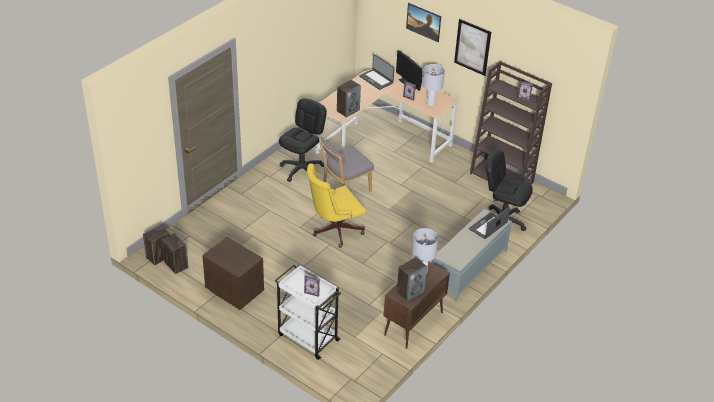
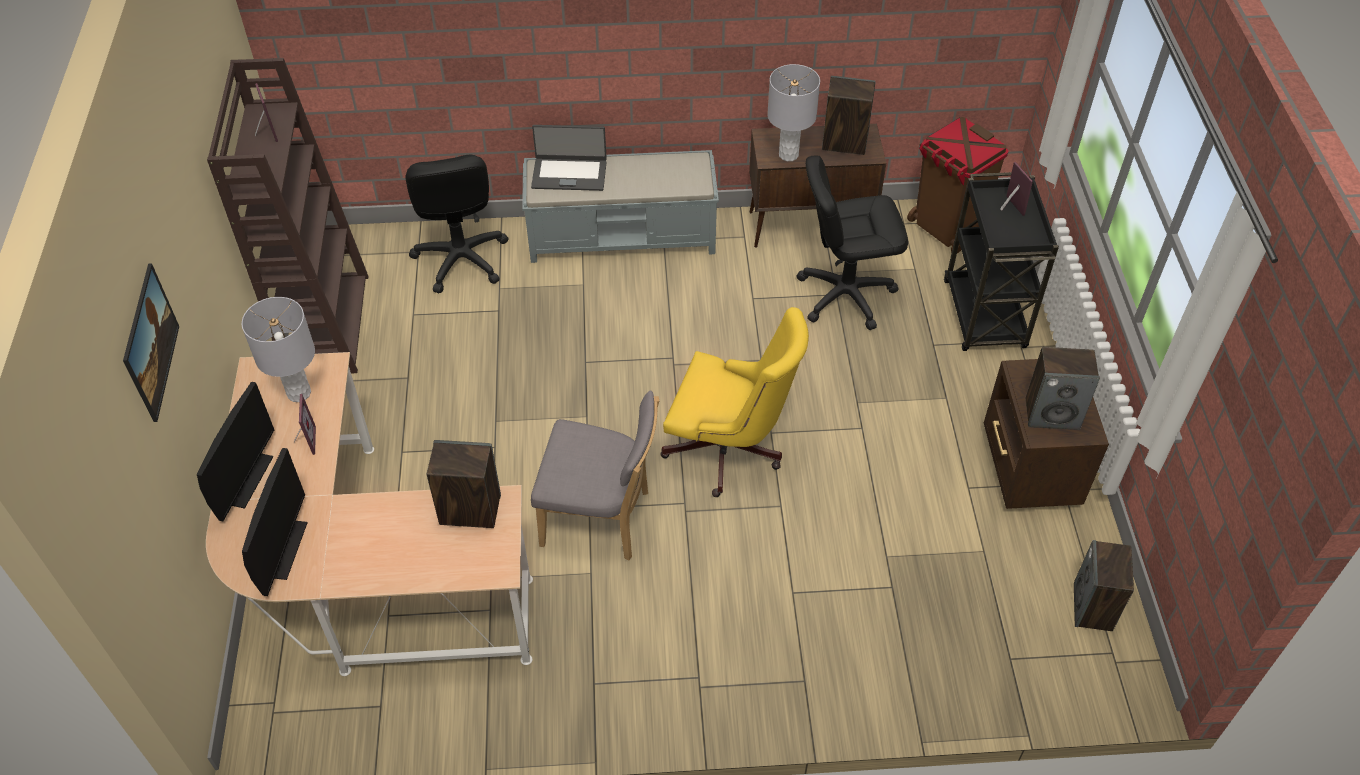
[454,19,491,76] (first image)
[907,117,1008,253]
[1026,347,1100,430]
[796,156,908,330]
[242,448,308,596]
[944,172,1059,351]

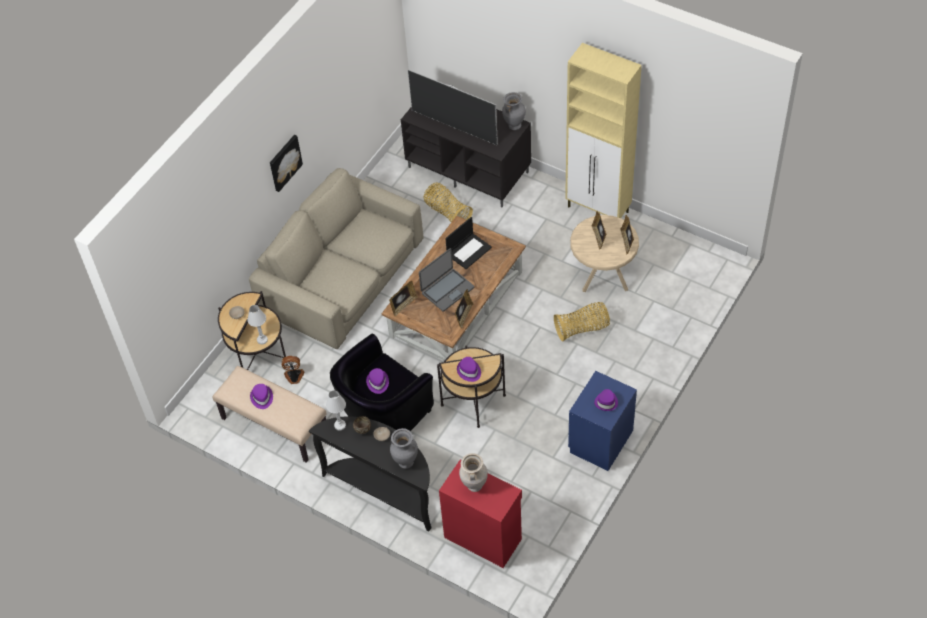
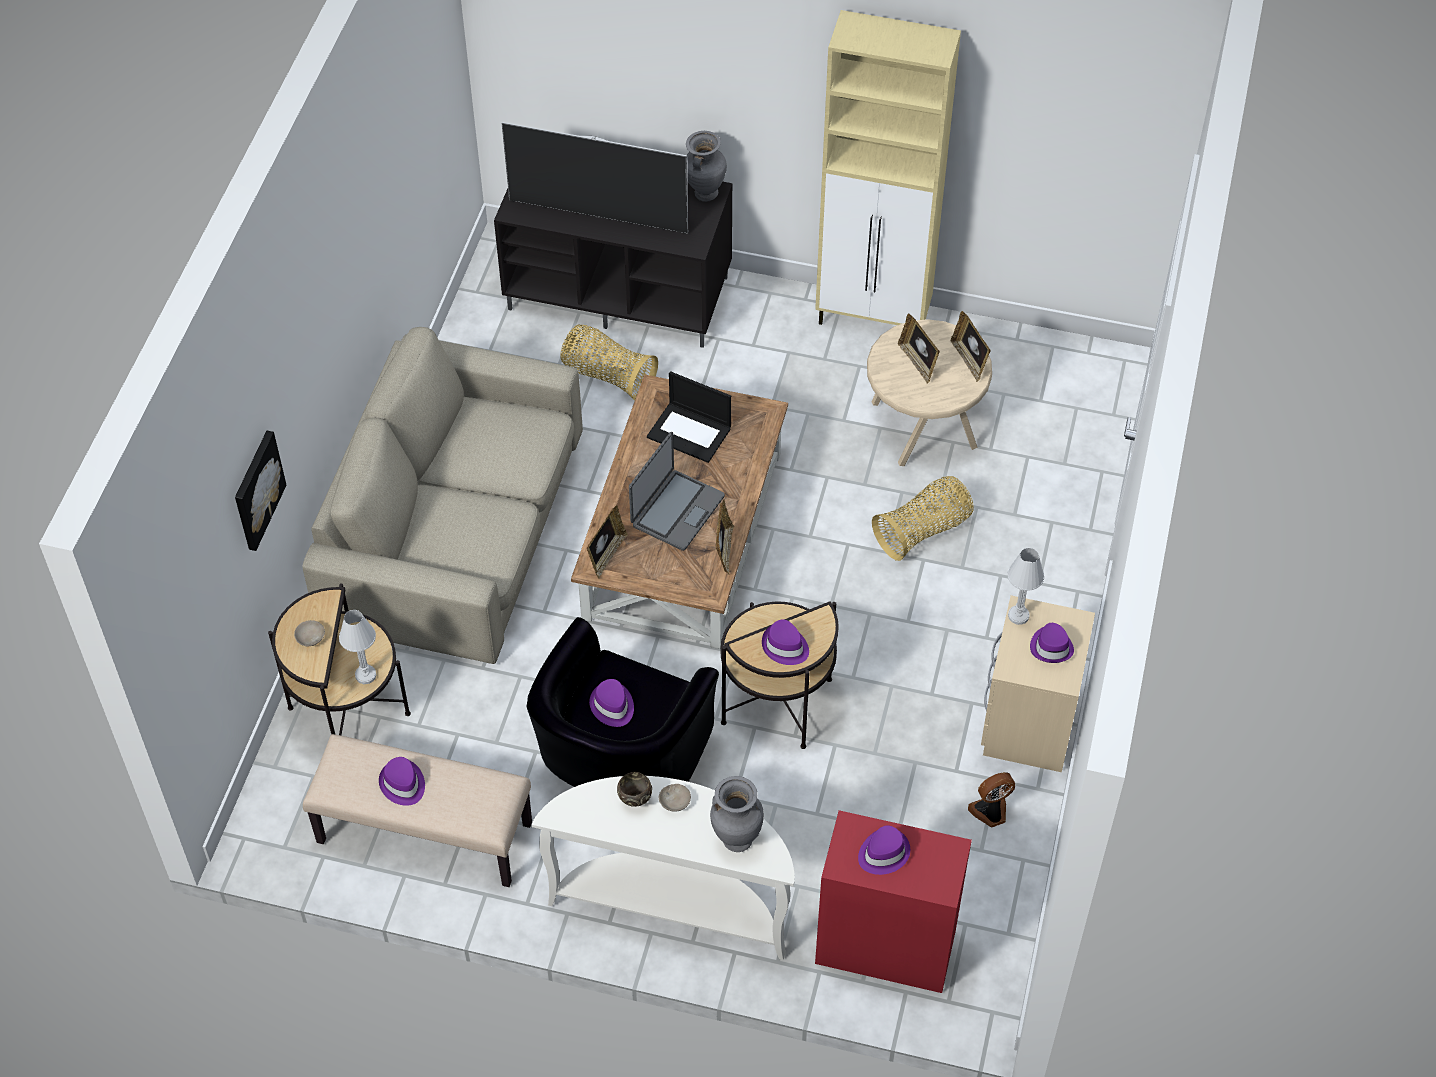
[235,431,286,551]
[968,772,1015,827]
[1007,548,1044,625]
[858,825,910,875]
[532,776,795,960]
[981,595,1095,772]
[647,371,731,463]

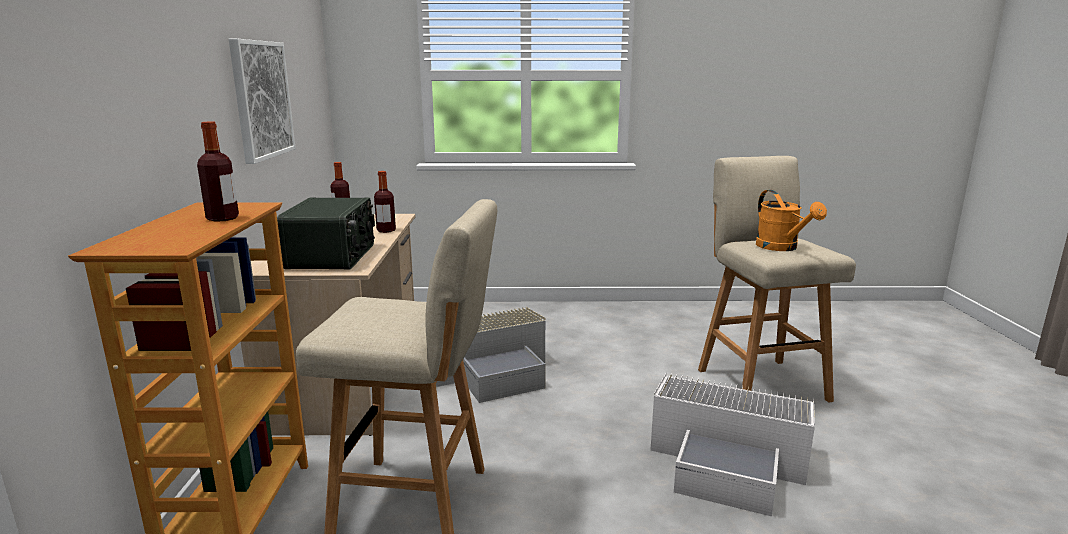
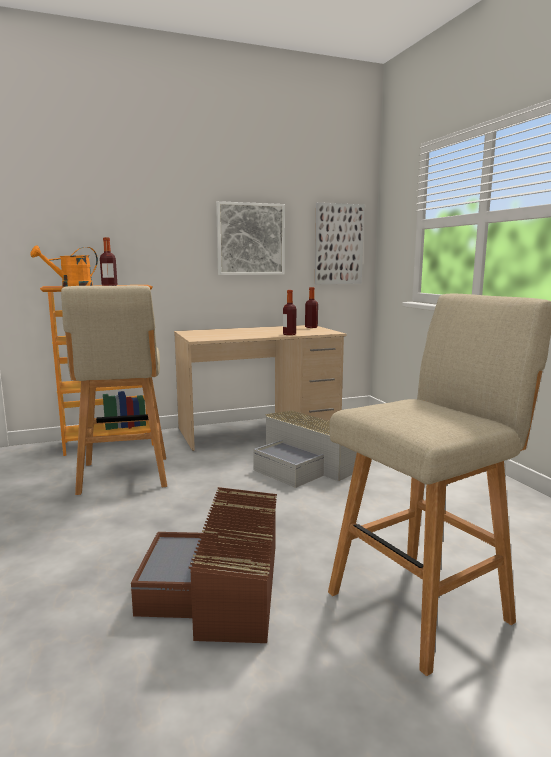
[277,197,375,270] (first image)
[315,203,364,284]
[30,245,98,287]
[131,487,277,643]

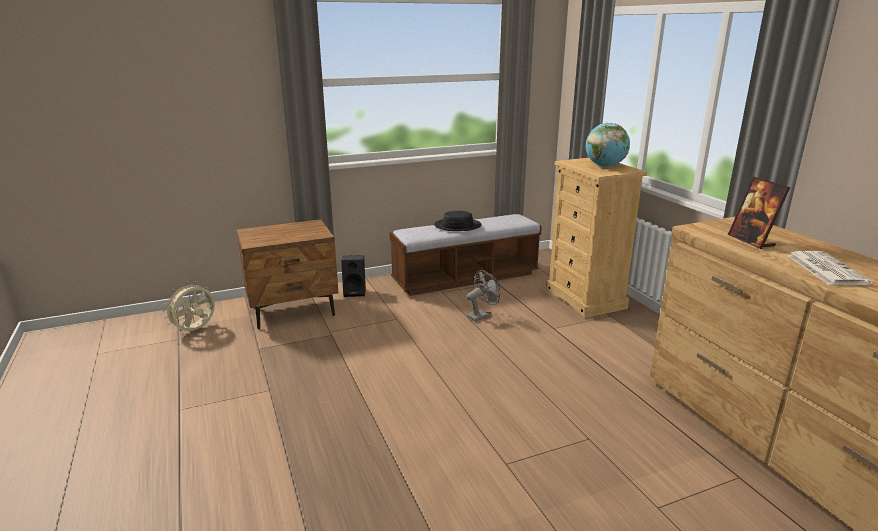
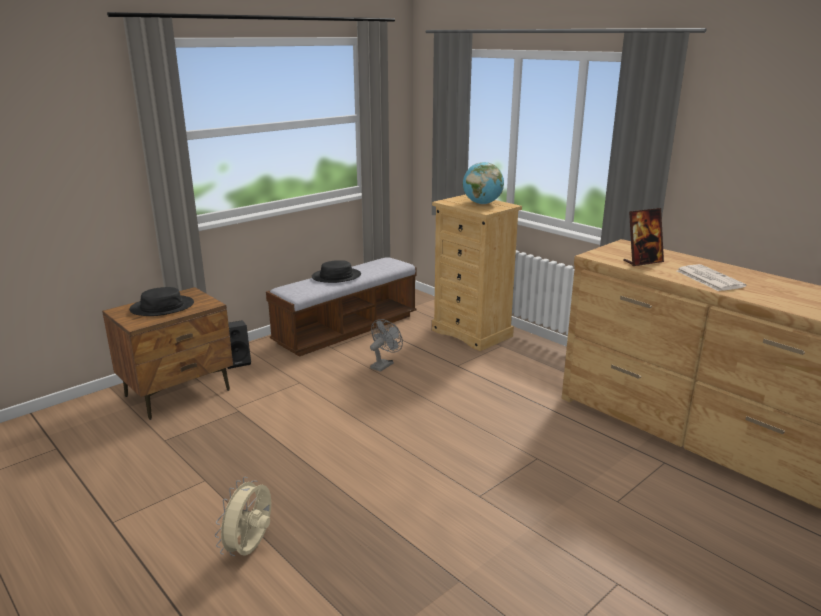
[129,287,194,316]
[215,477,271,556]
[623,208,664,266]

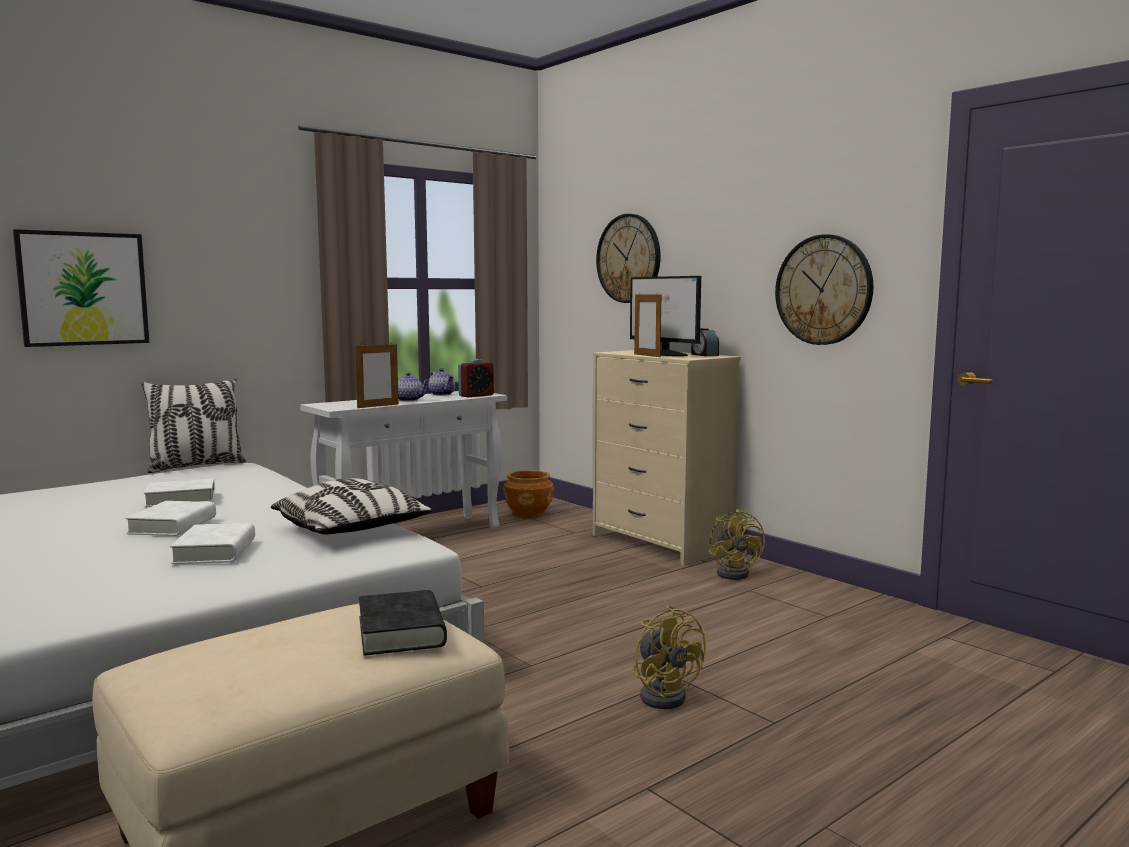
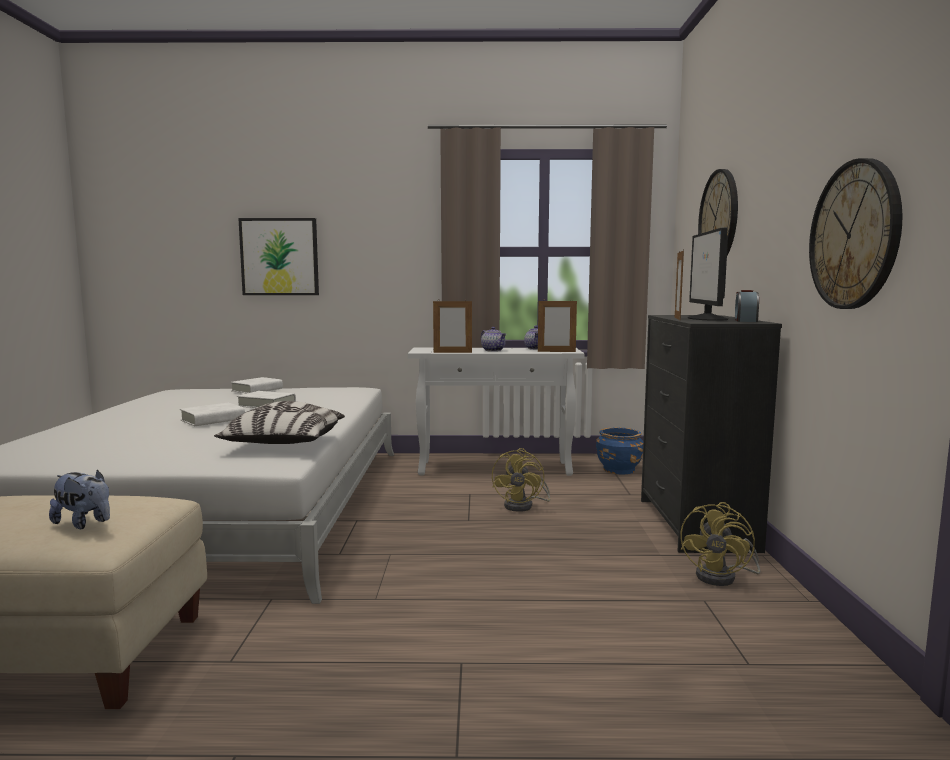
[142,379,246,473] (first image)
[231,377,283,394]
[492,448,550,512]
[49,469,110,529]
[538,299,577,352]
[596,427,643,474]
[641,315,782,553]

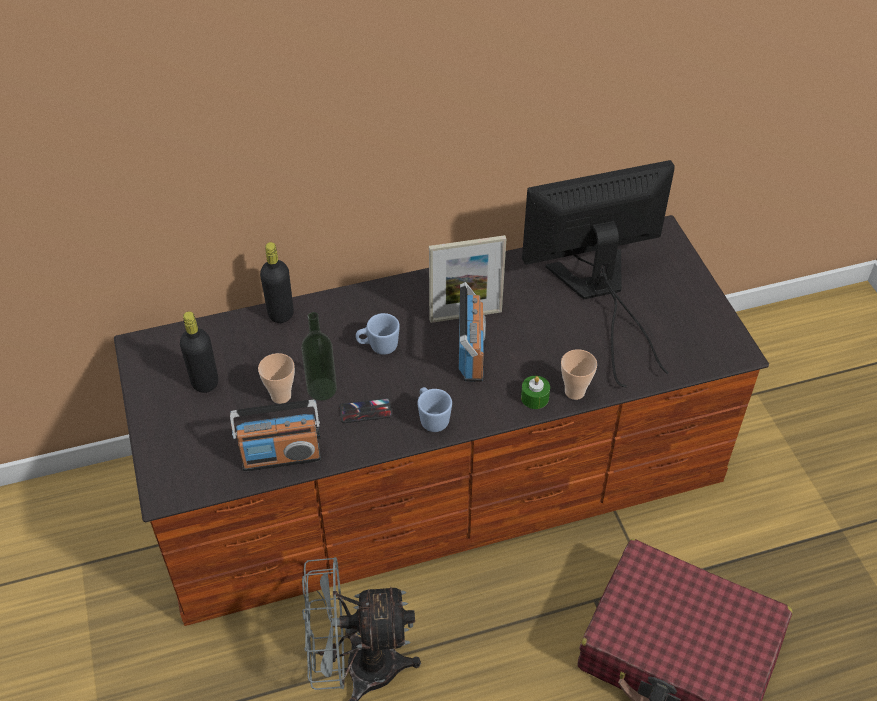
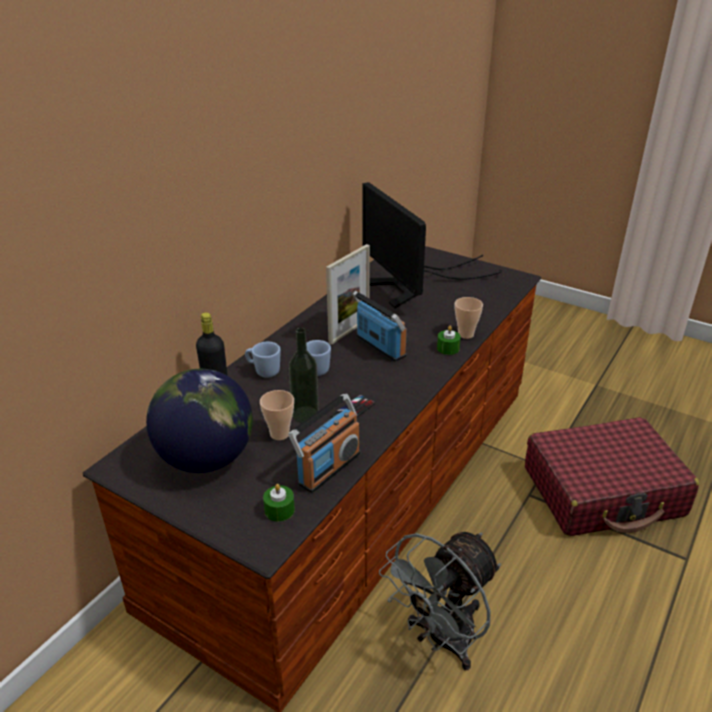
[263,484,295,522]
[245,342,281,378]
[146,369,253,473]
[363,182,502,309]

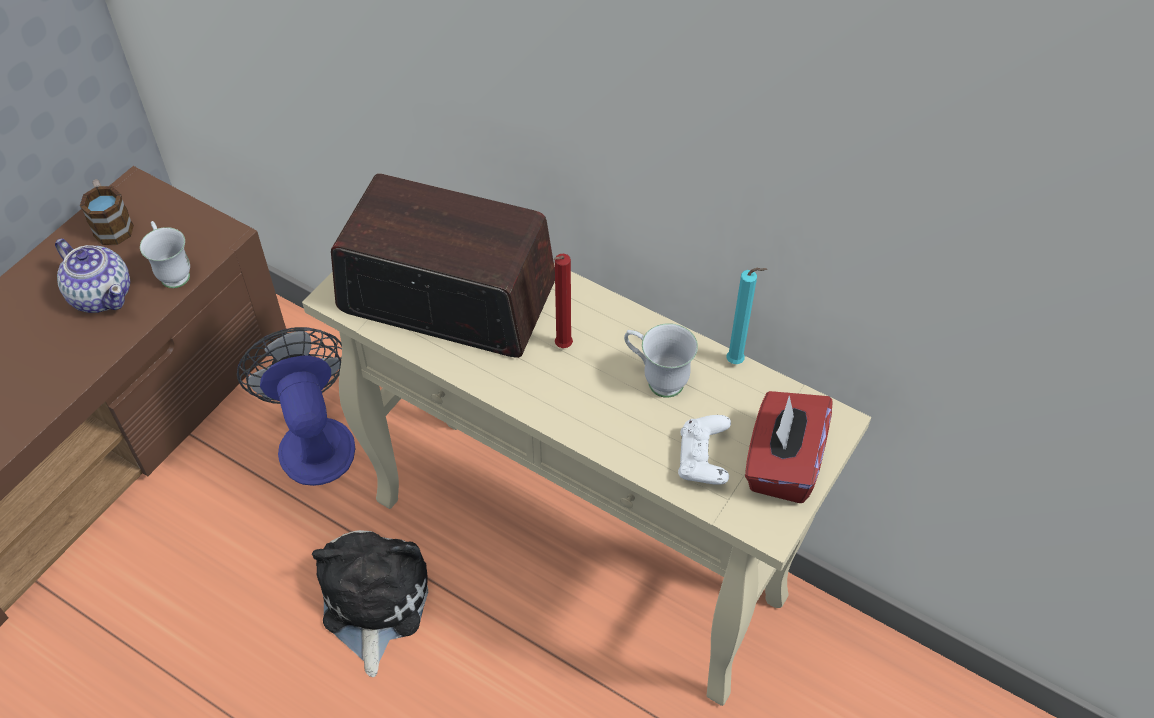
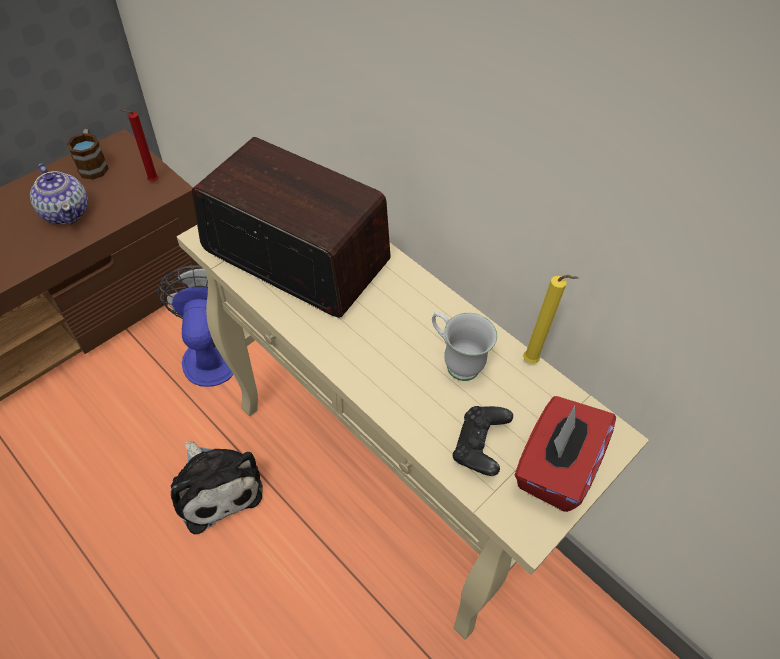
[140,221,190,288] (first image)
[122,110,158,182]
[453,406,513,476]
[523,275,578,364]
[171,441,263,534]

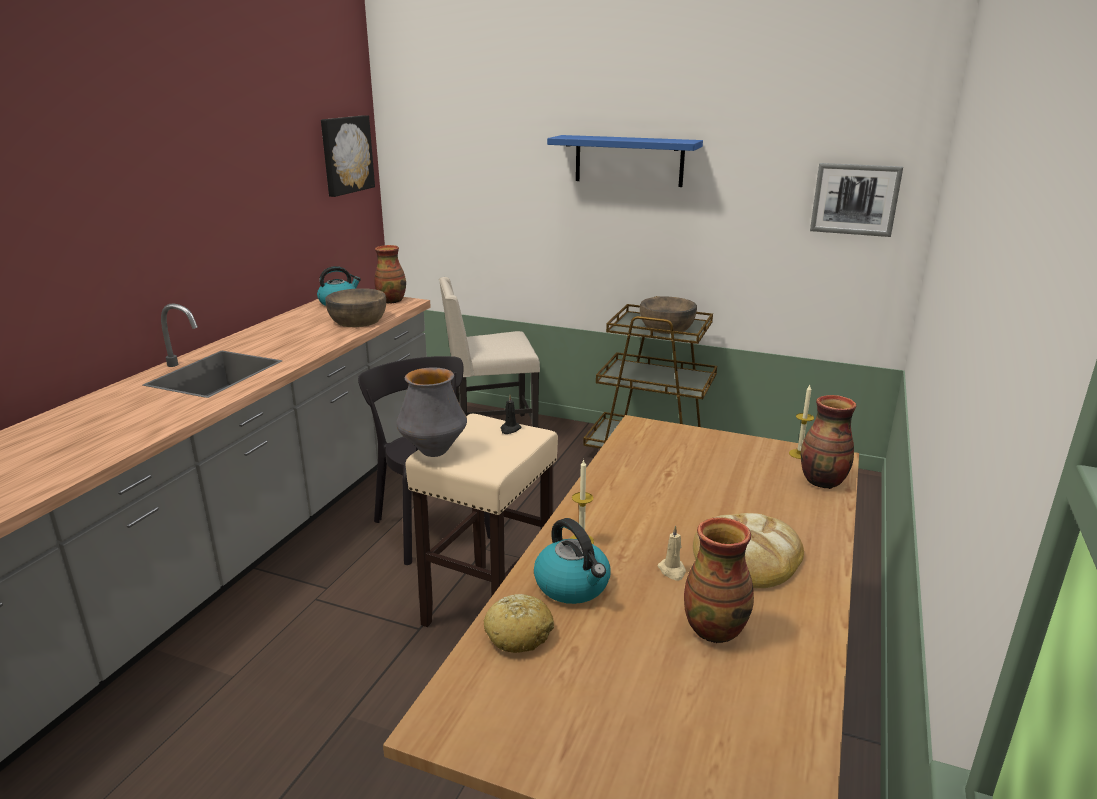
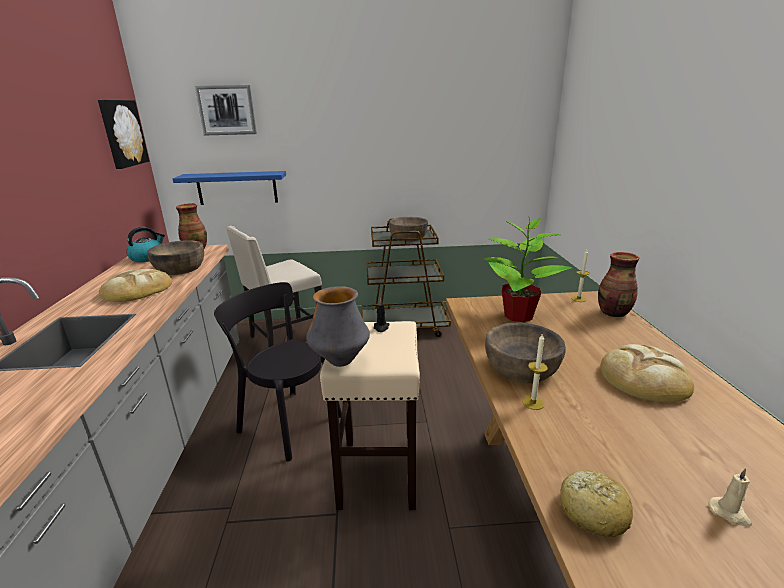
[534,518,610,604] (first image)
[684,517,754,643] (first image)
[99,269,172,302]
[483,216,572,322]
[485,322,566,384]
[172,171,286,205]
[708,468,752,527]
[195,85,257,135]

